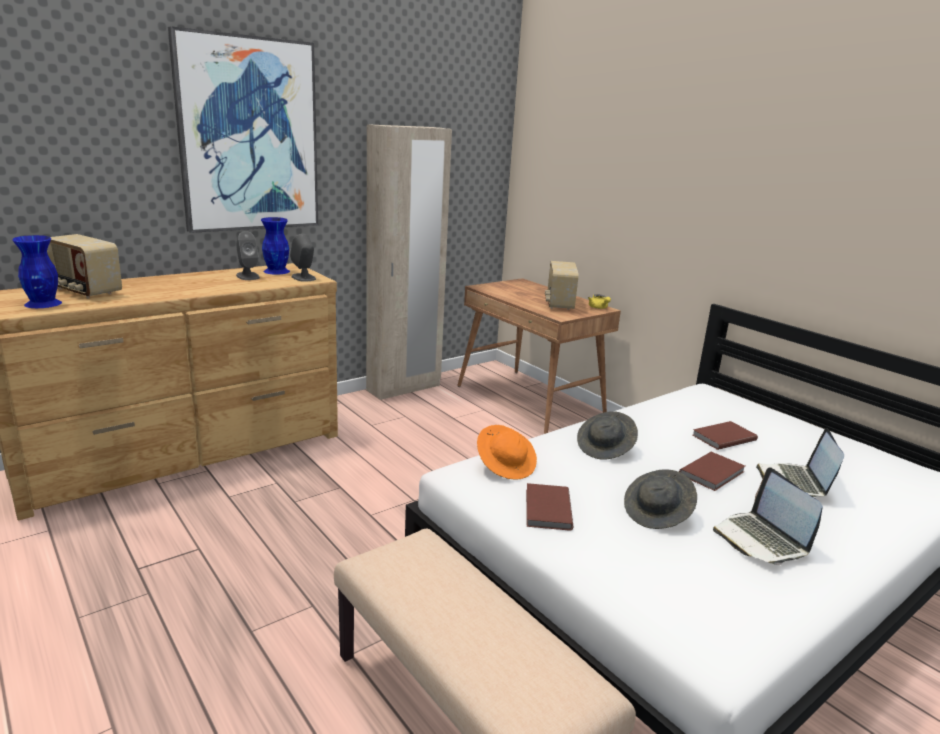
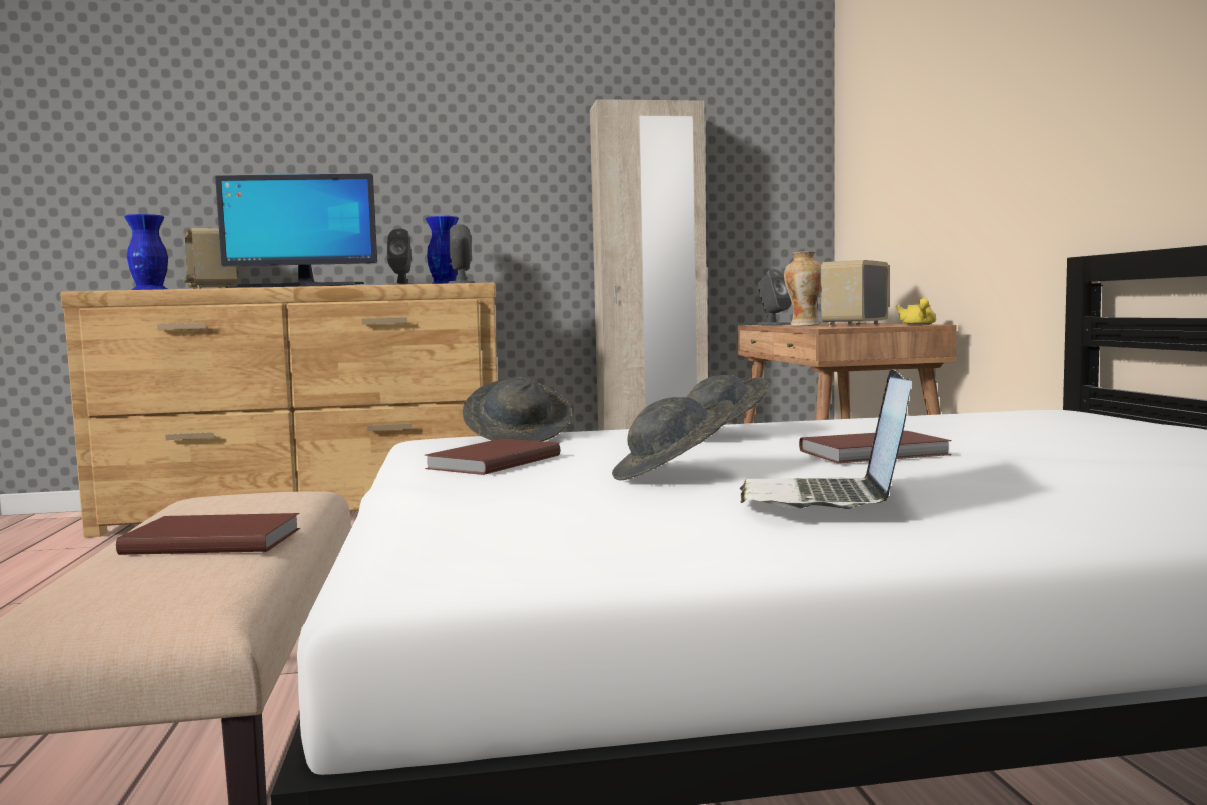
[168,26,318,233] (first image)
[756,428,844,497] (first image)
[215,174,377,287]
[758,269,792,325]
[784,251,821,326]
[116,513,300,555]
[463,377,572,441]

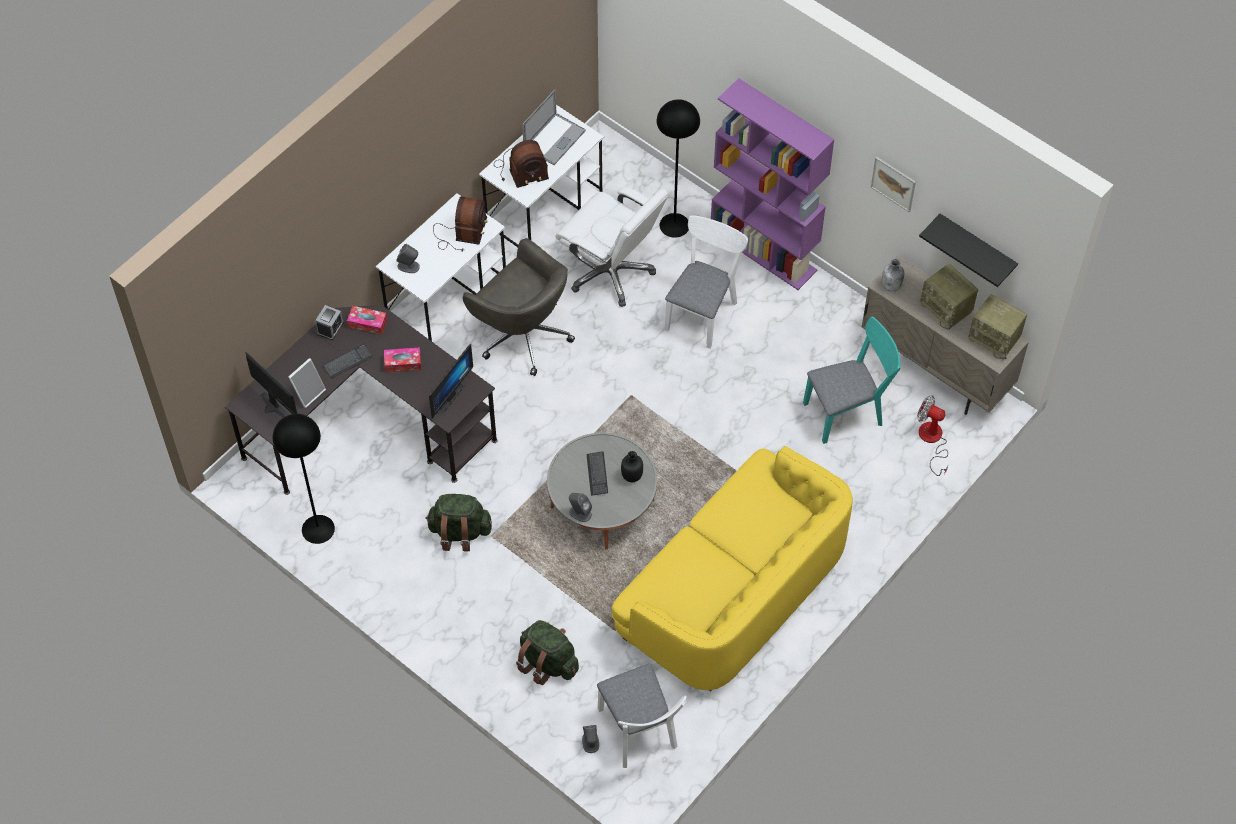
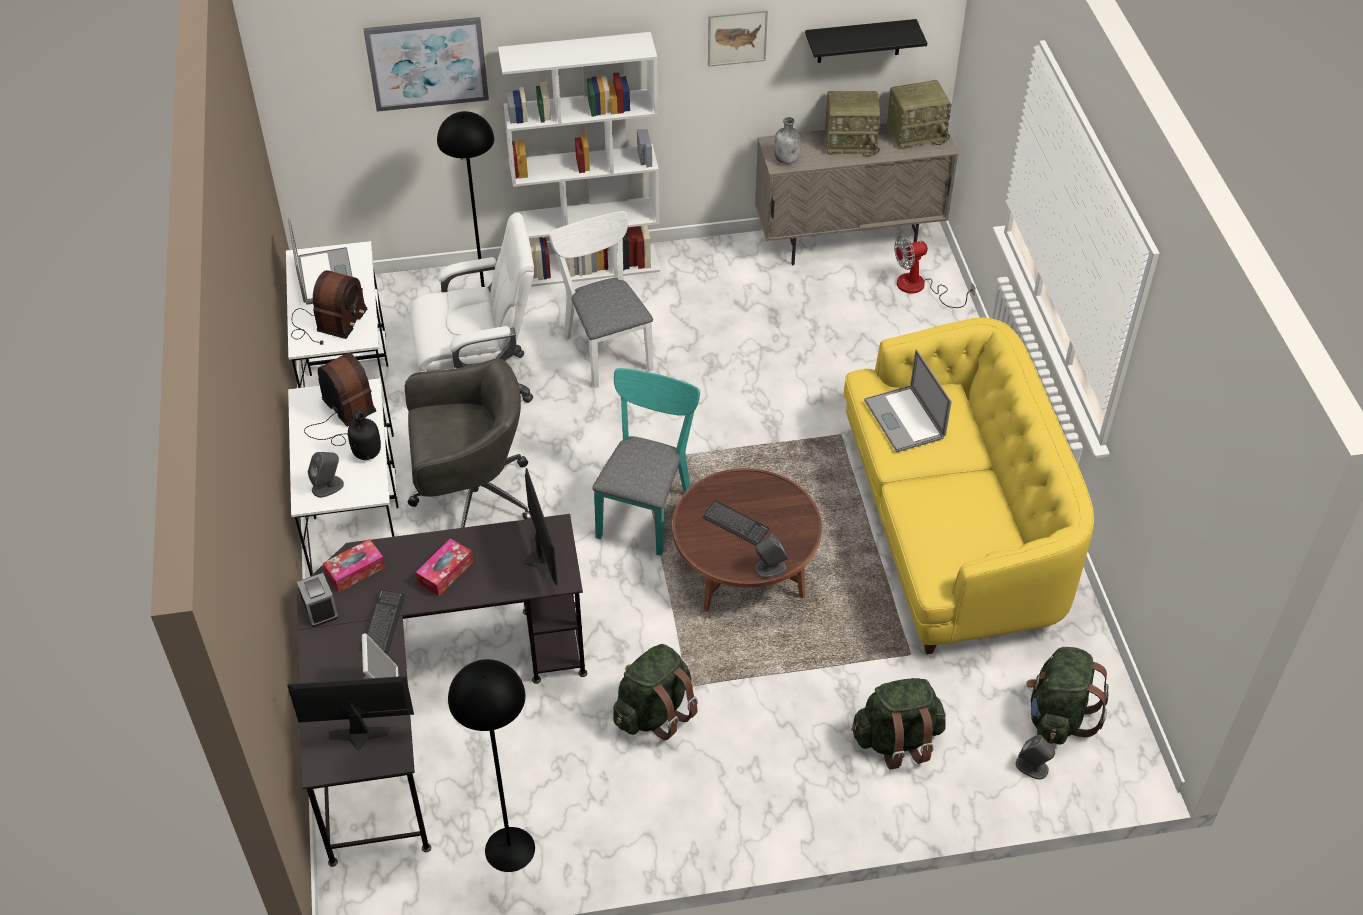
[363,17,489,112]
[864,349,952,452]
[348,410,381,460]
[592,368,700,556]
[1026,647,1109,745]
[672,468,822,612]
[498,32,660,287]

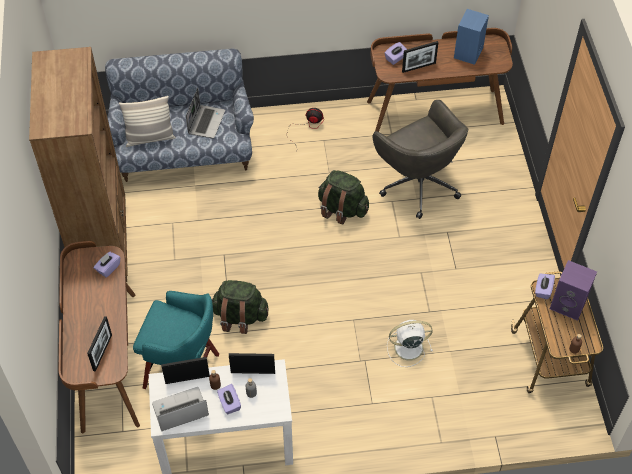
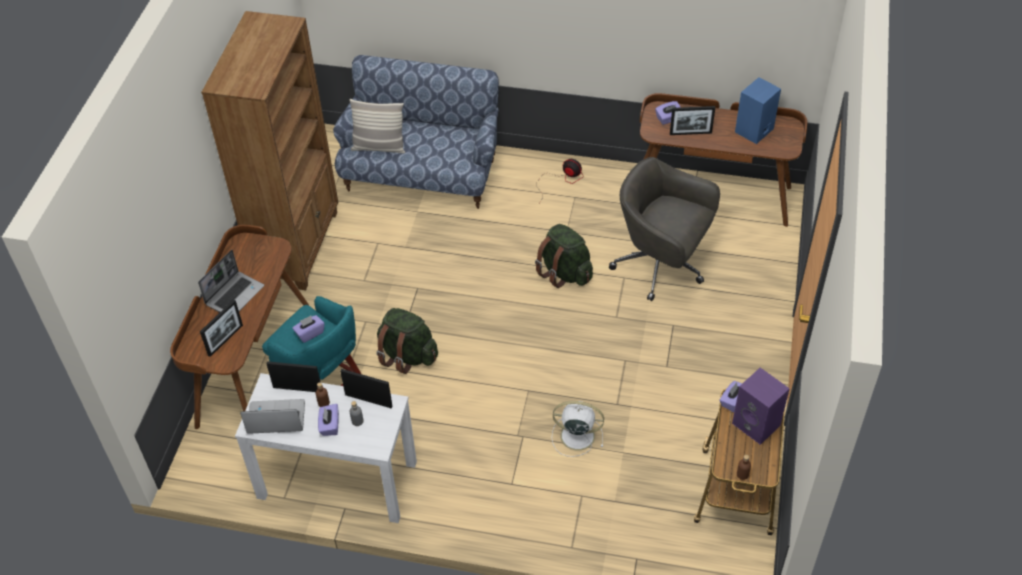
[292,315,325,343]
[198,250,264,312]
[609,157,720,301]

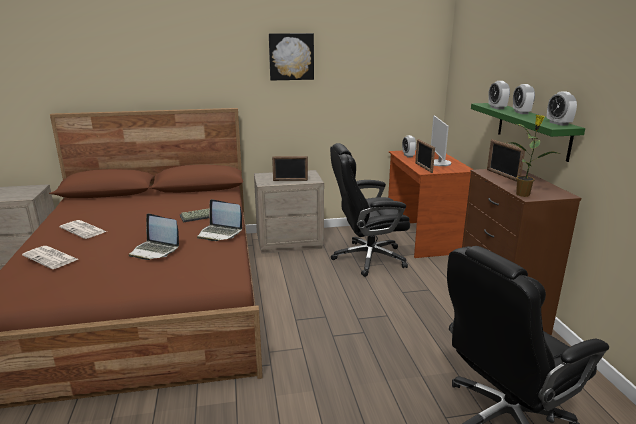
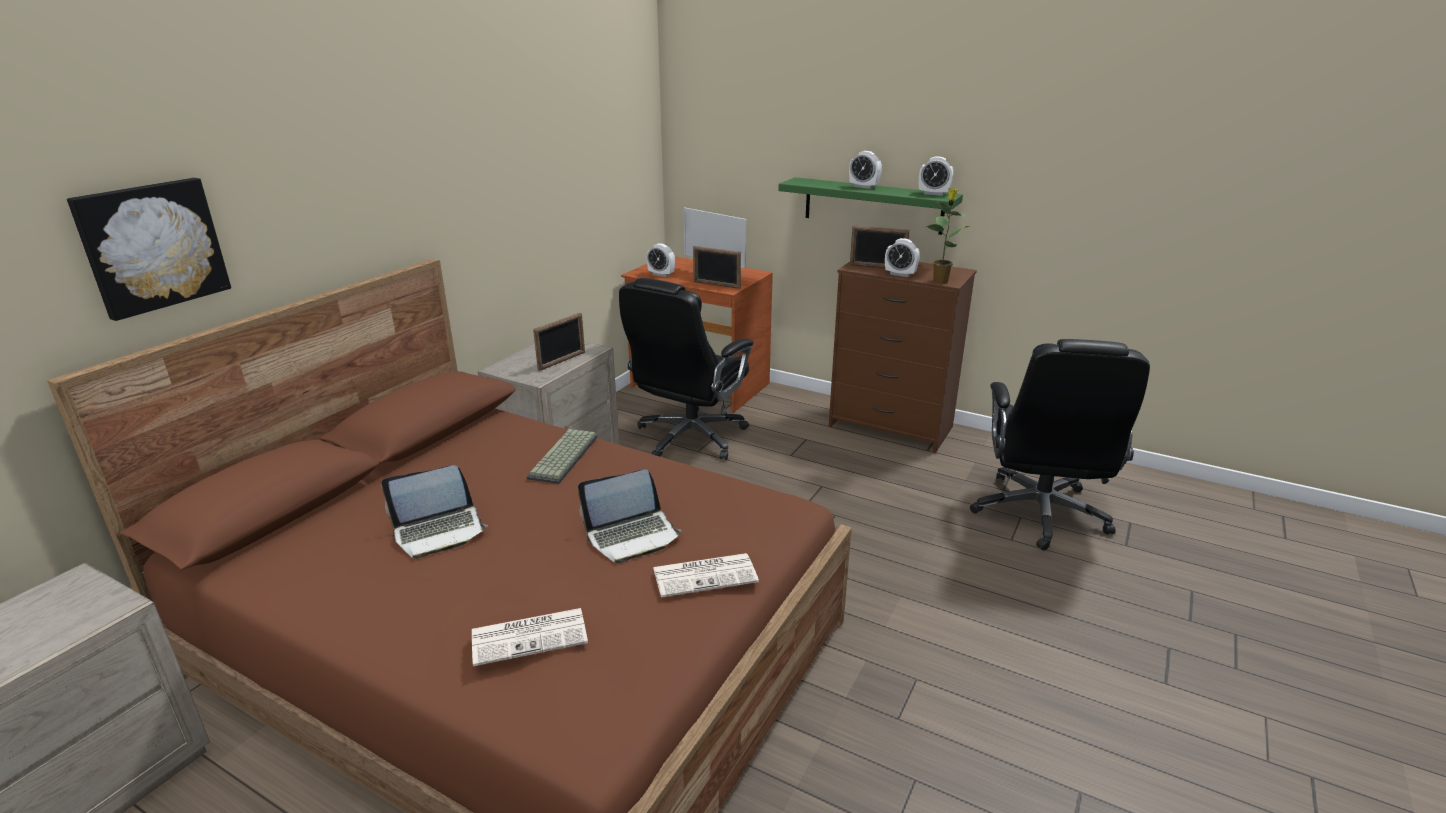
[653,553,759,597]
[381,465,488,559]
[67,178,231,321]
[885,238,920,277]

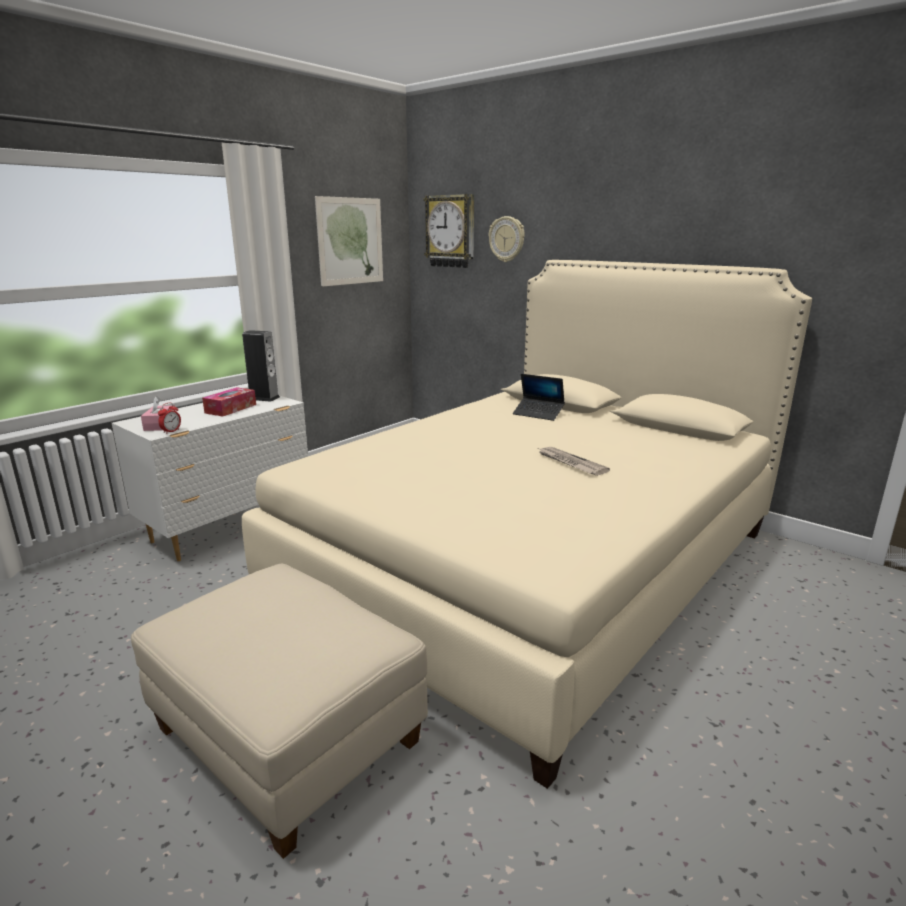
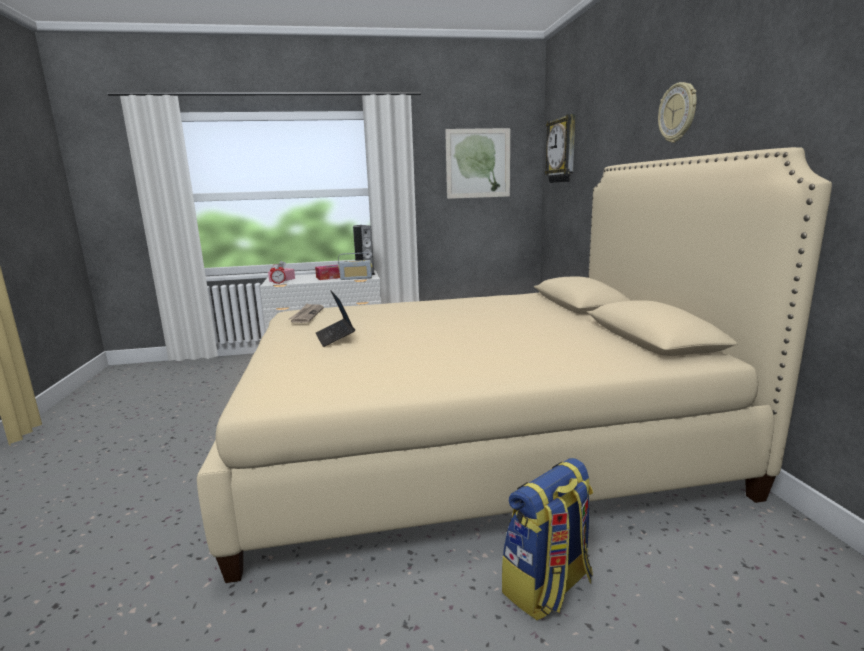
[131,563,428,859] (first image)
[338,252,372,280]
[502,458,593,620]
[658,82,697,143]
[316,291,355,347]
[288,303,324,323]

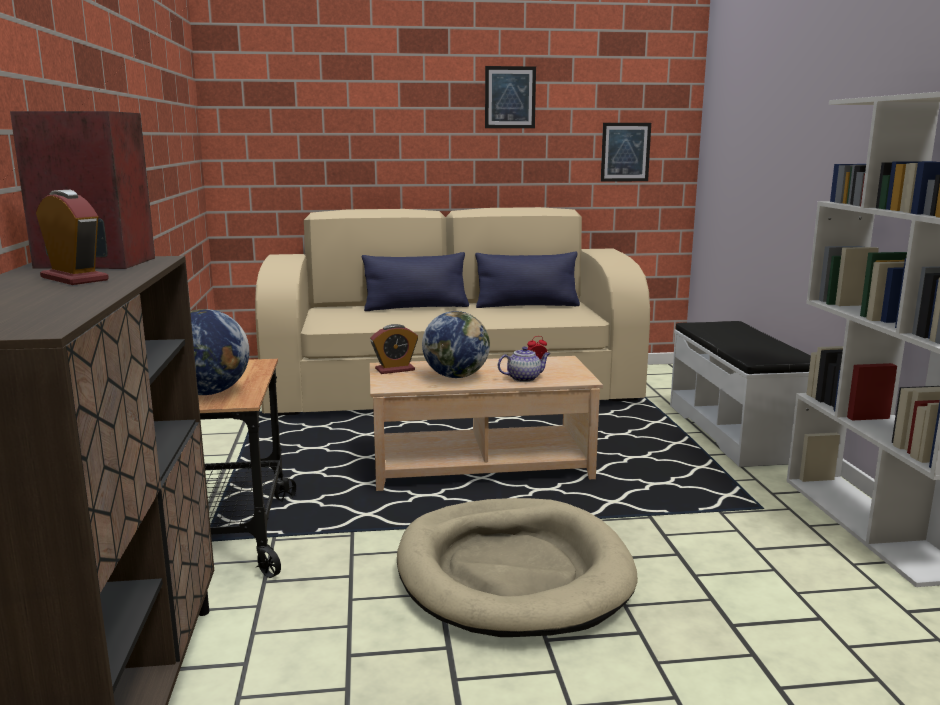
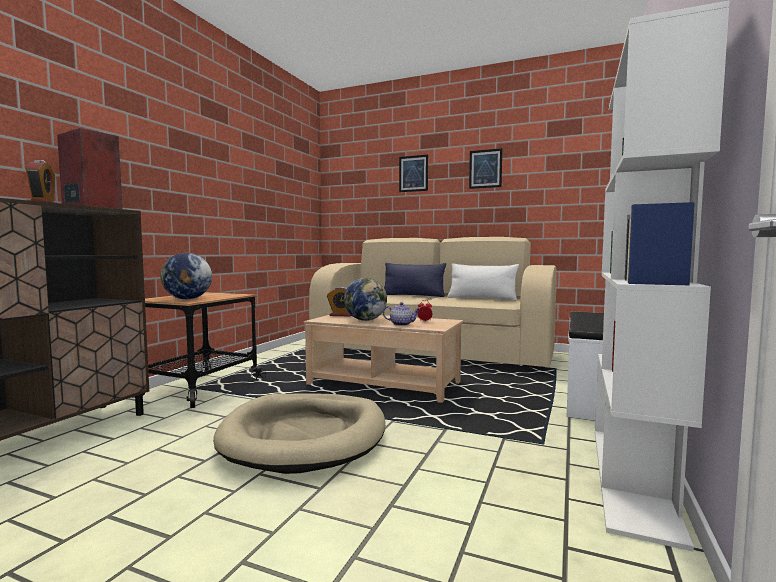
[399,155,428,192]
[448,263,519,301]

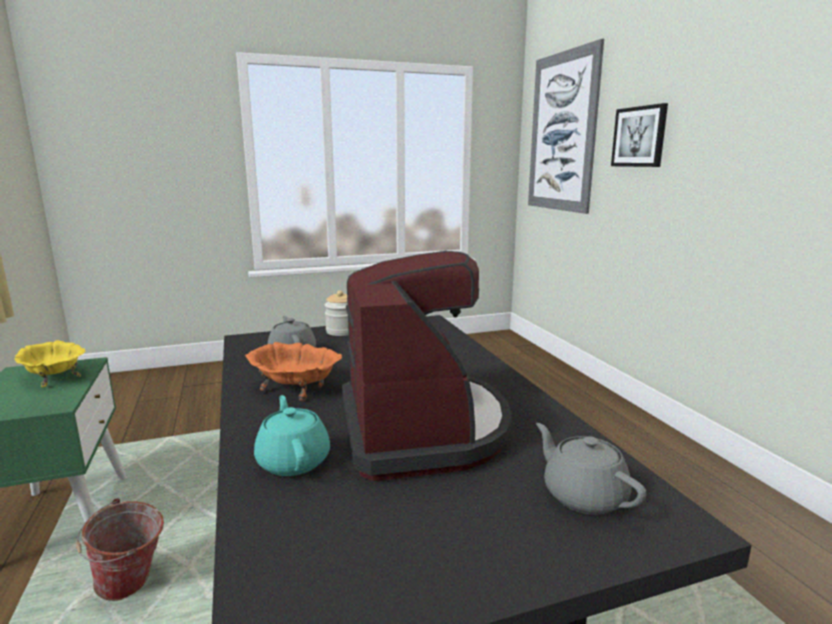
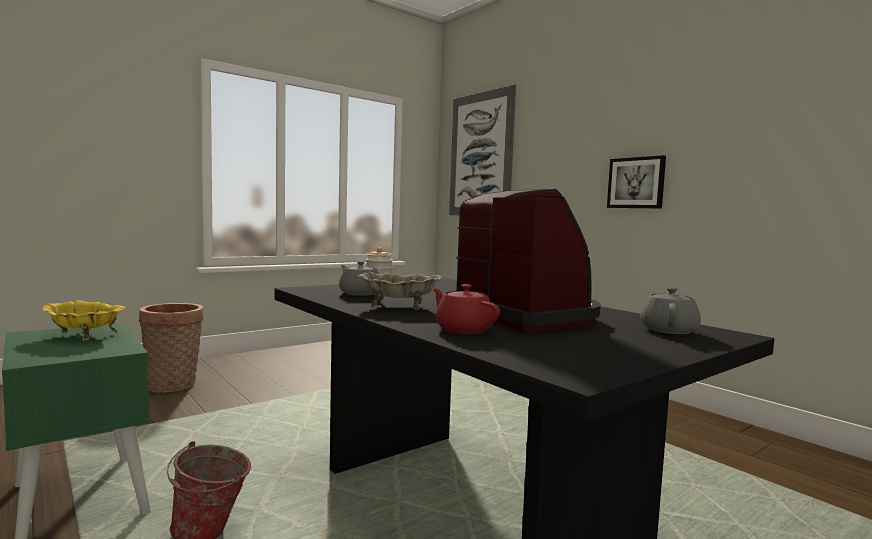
[139,303,204,393]
[607,155,666,209]
[357,272,442,310]
[432,284,500,334]
[640,287,701,334]

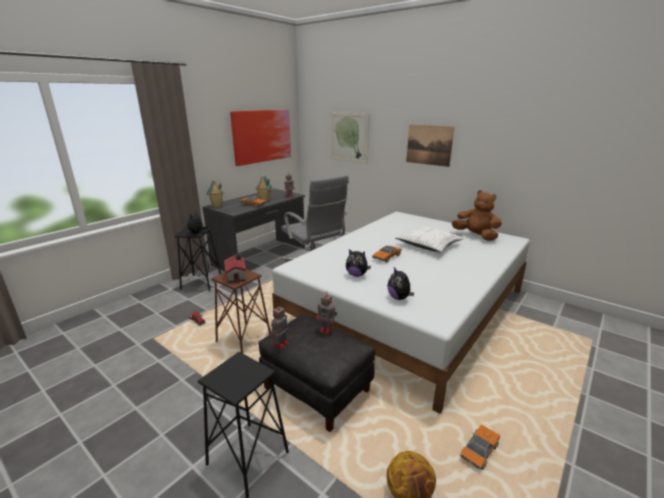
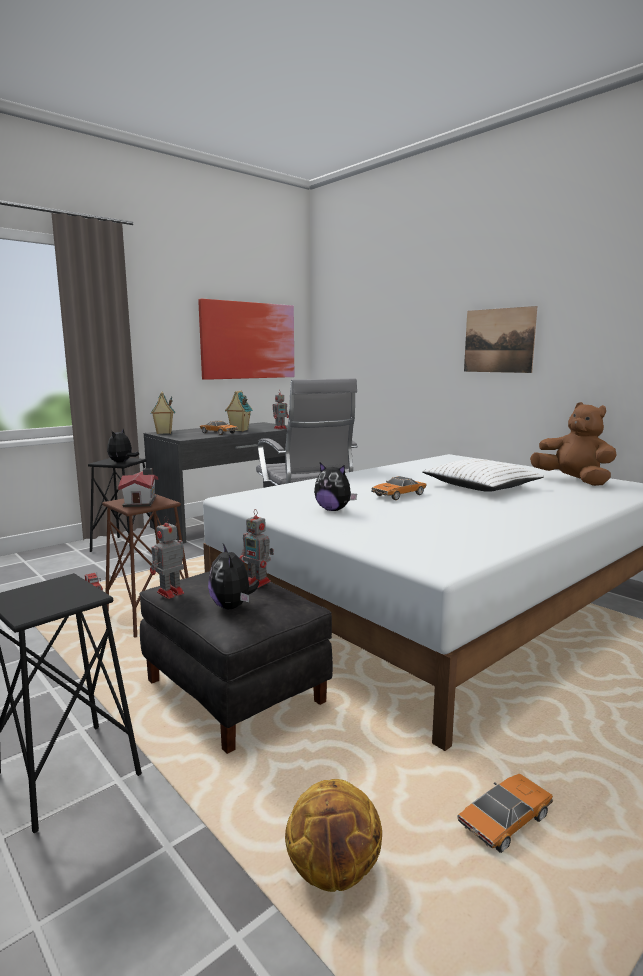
[330,112,370,164] (first image)
[208,544,259,609]

